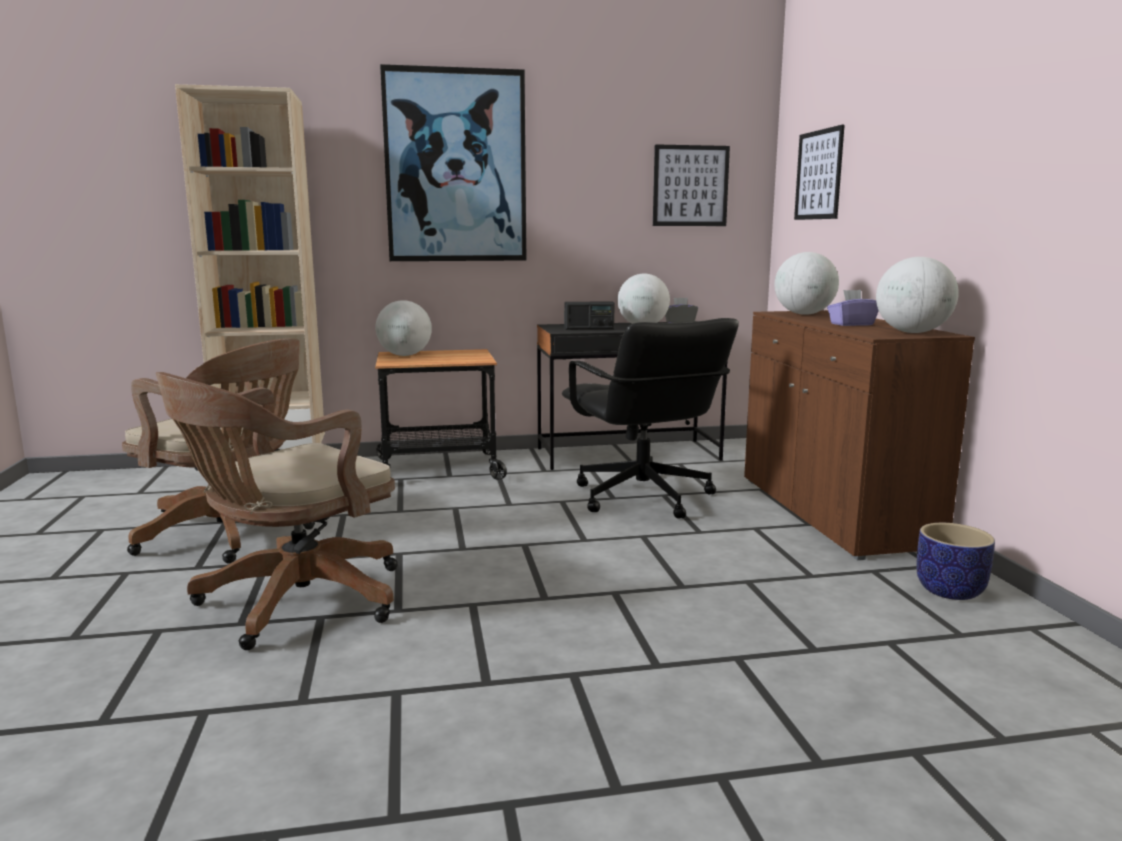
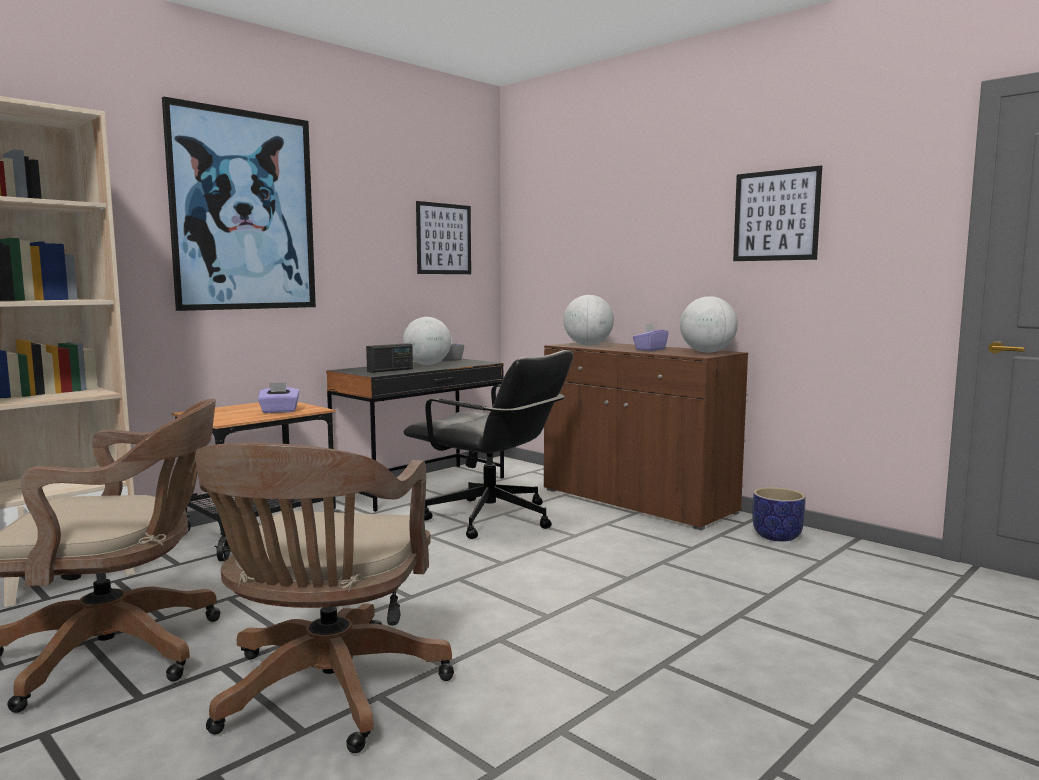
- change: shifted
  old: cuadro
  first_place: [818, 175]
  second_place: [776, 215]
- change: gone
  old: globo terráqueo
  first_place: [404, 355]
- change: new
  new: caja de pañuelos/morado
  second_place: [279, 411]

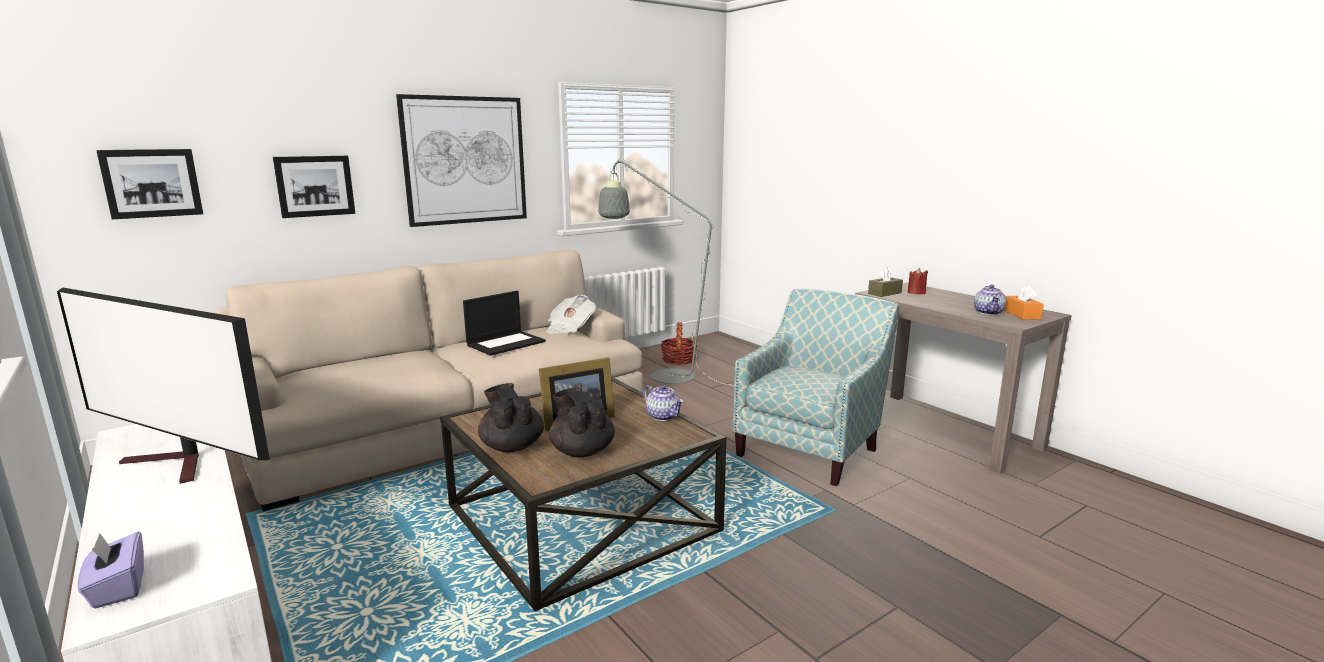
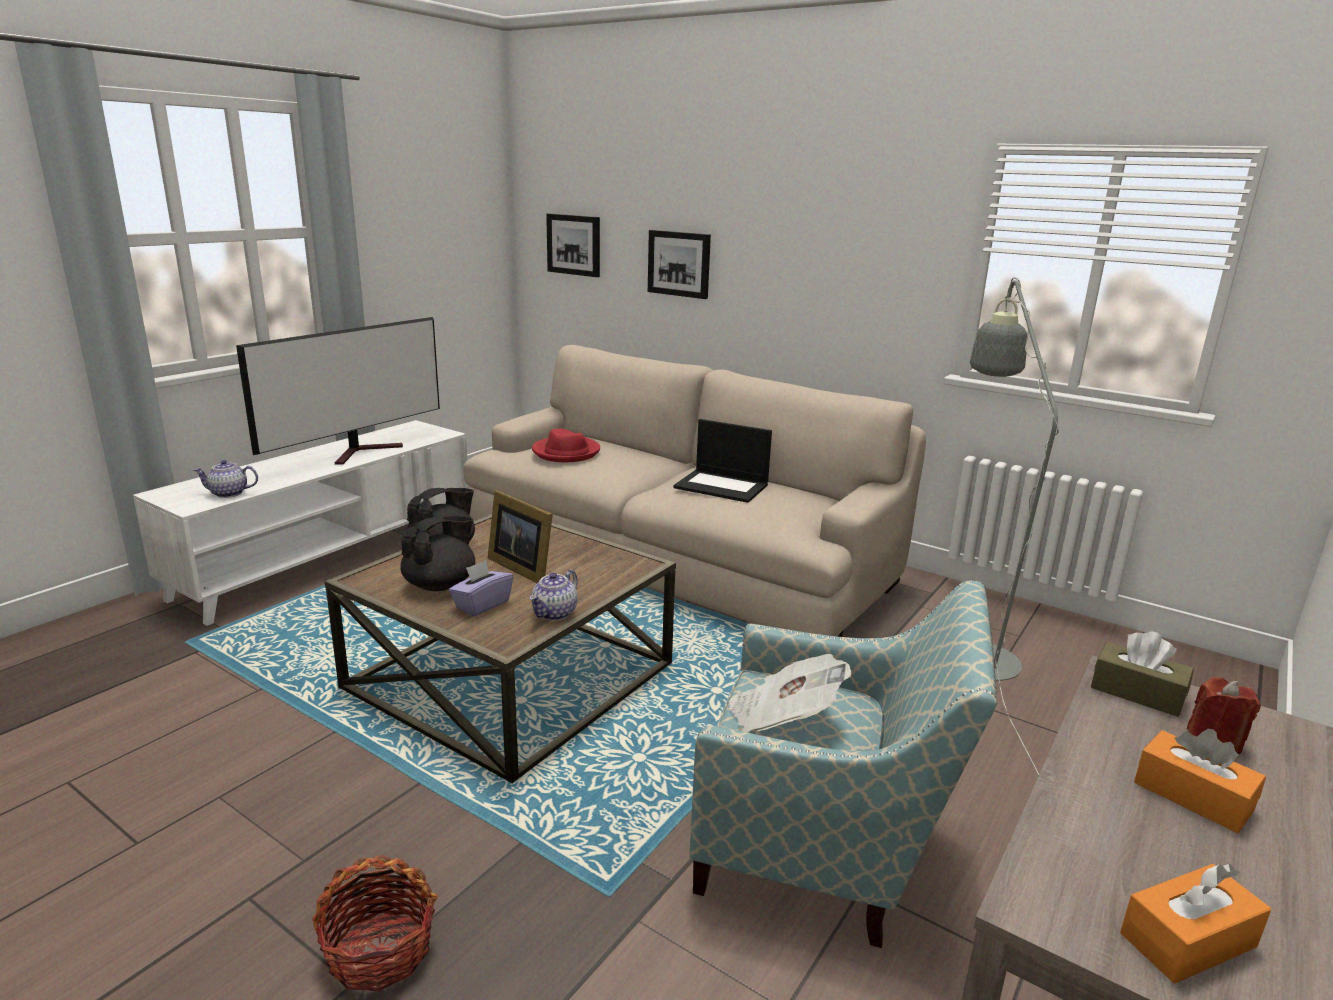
- change: gone
  old: cuadro
  first_place: [465, 160]
- change: shifted
  old: tetera
  first_place: [989, 312]
  second_place: [228, 493]
- change: rotated
  old: televisor
  first_place: [178, 463]
  second_place: [363, 451]
  degrees: -150
- change: shifted
  old: periódico
  first_place: [569, 328]
  second_place: [783, 718]
- change: shifted
  old: cesta
  first_place: [678, 360]
  second_place: [380, 951]
- change: shifted
  old: caja de pañuelos/morado
  first_place: [118, 588]
  second_place: [482, 605]
- change: new
  new: sombrero/rojo
  second_place: [566, 452]
- change: new
  new: caja de pañuelos/naranja
  second_place: [1192, 796]

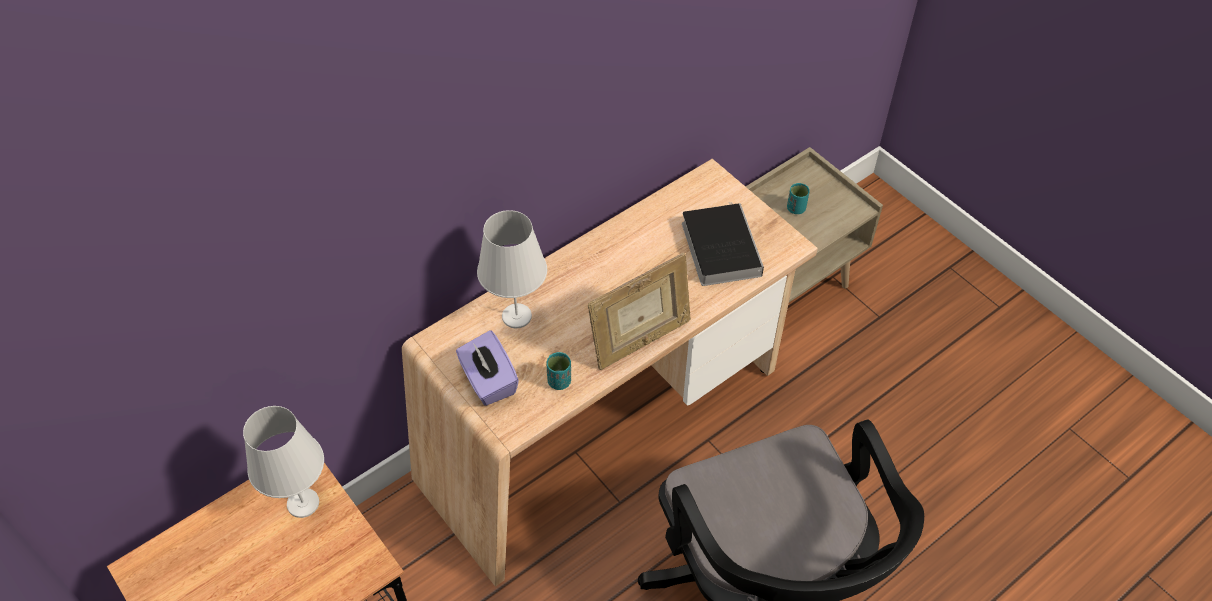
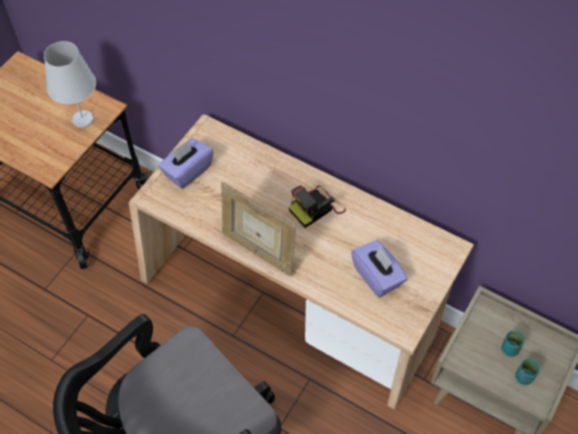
- change: swapped
  old: libro
  new: caja de pañuelos/morado
  first_place: [719, 246]
  second_place: [377, 276]
- change: gone
  old: lámpara de mesa/blanco
  first_place: [517, 316]
- change: shifted
  old: taza/turquesa
  first_place: [559, 381]
  second_place: [524, 377]
- change: new
  new: cámara
  second_place: [316, 208]

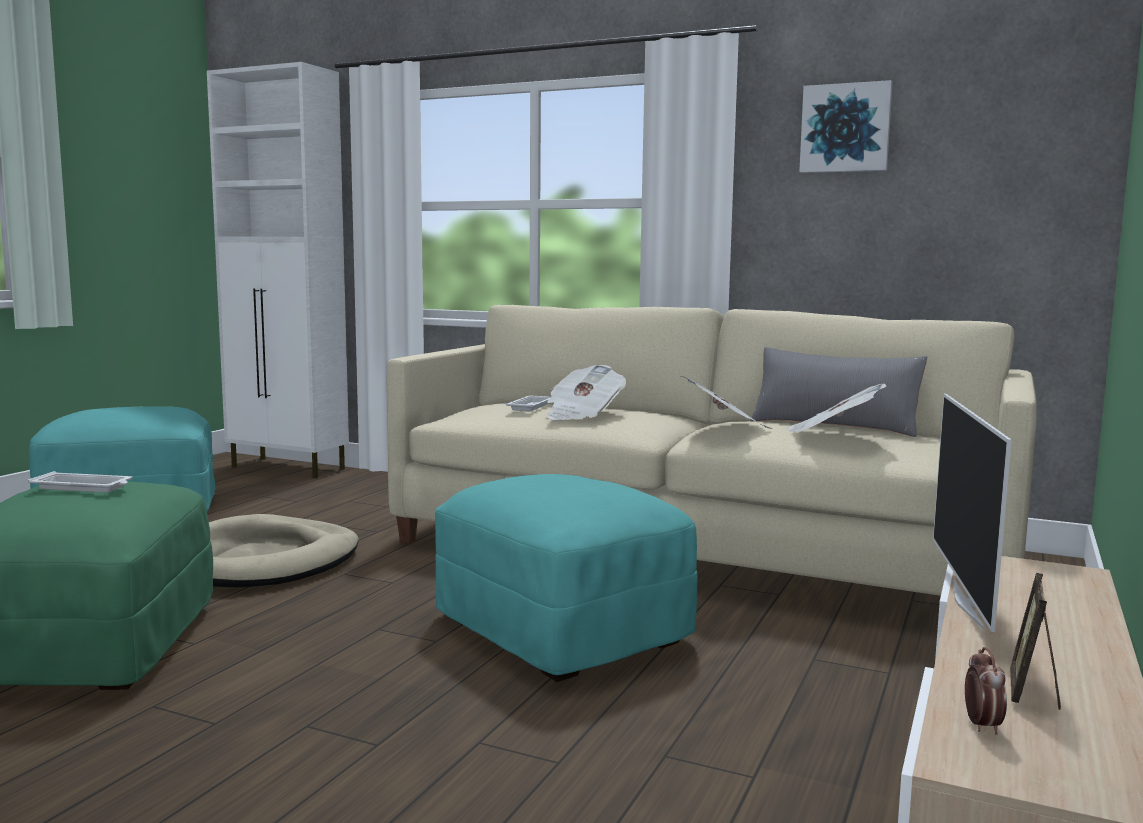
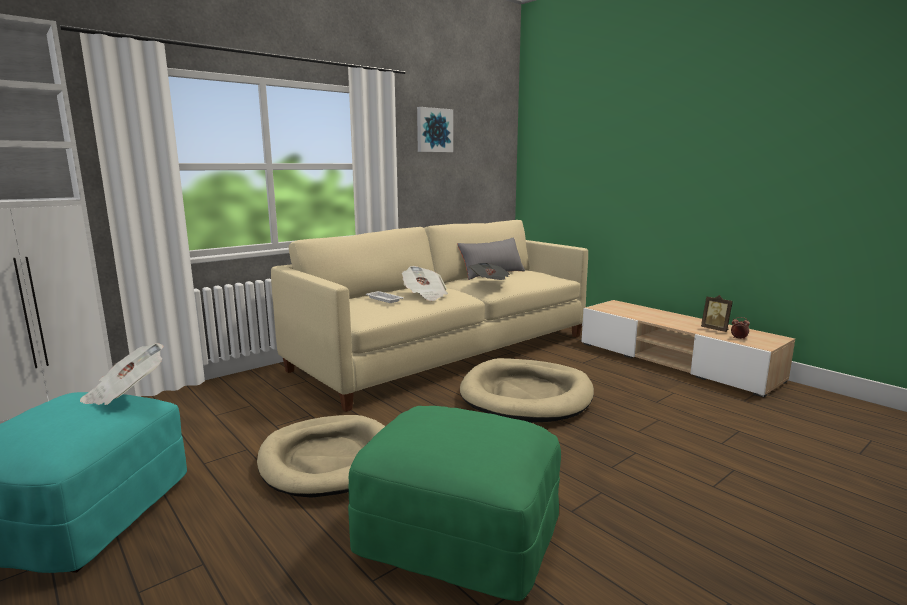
- change: shifted
  old: periódico
  first_place: [832, 434]
  second_place: [126, 393]
- change: gone
  old: televisor
  first_place: [970, 603]
- change: gone
  old: bandeja/blanco
  first_place: [83, 487]
- change: swapped
  old: puf/turquesa
  new: cama para perro/beis
  first_place: [563, 630]
  second_place: [526, 395]

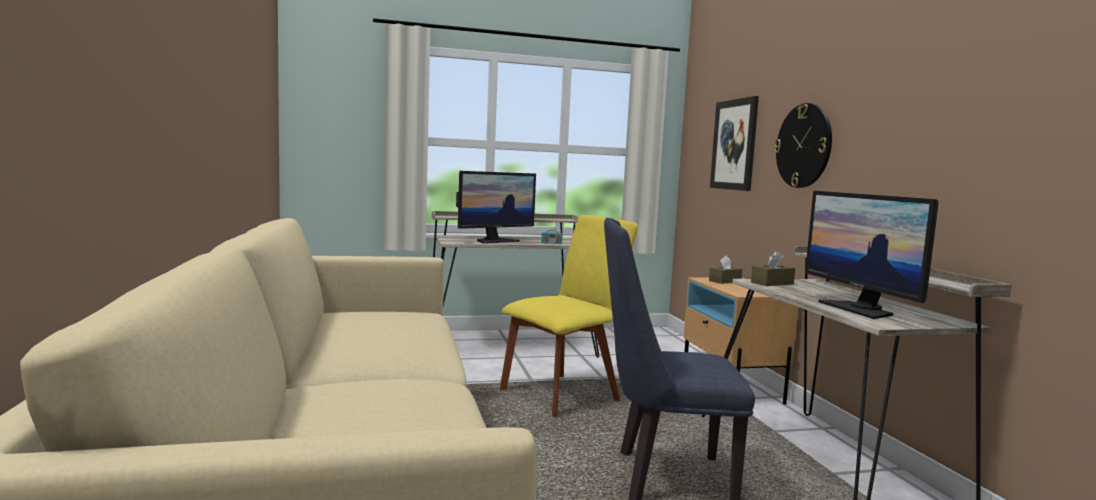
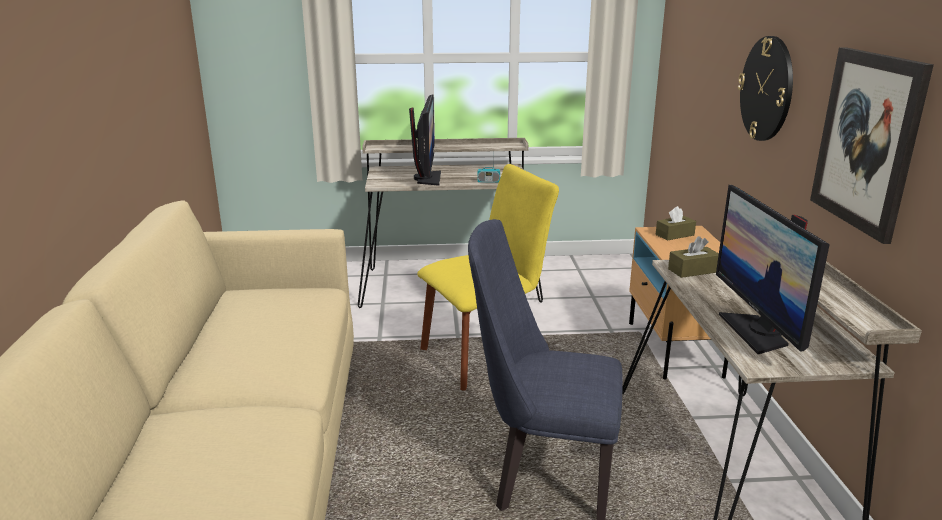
- change: shifted
  old: cuadro
  first_place: [734, 144]
  second_place: [867, 141]
- change: rotated
  old: monitor
  first_place: [494, 241]
  second_place: [427, 178]
  degrees: -60

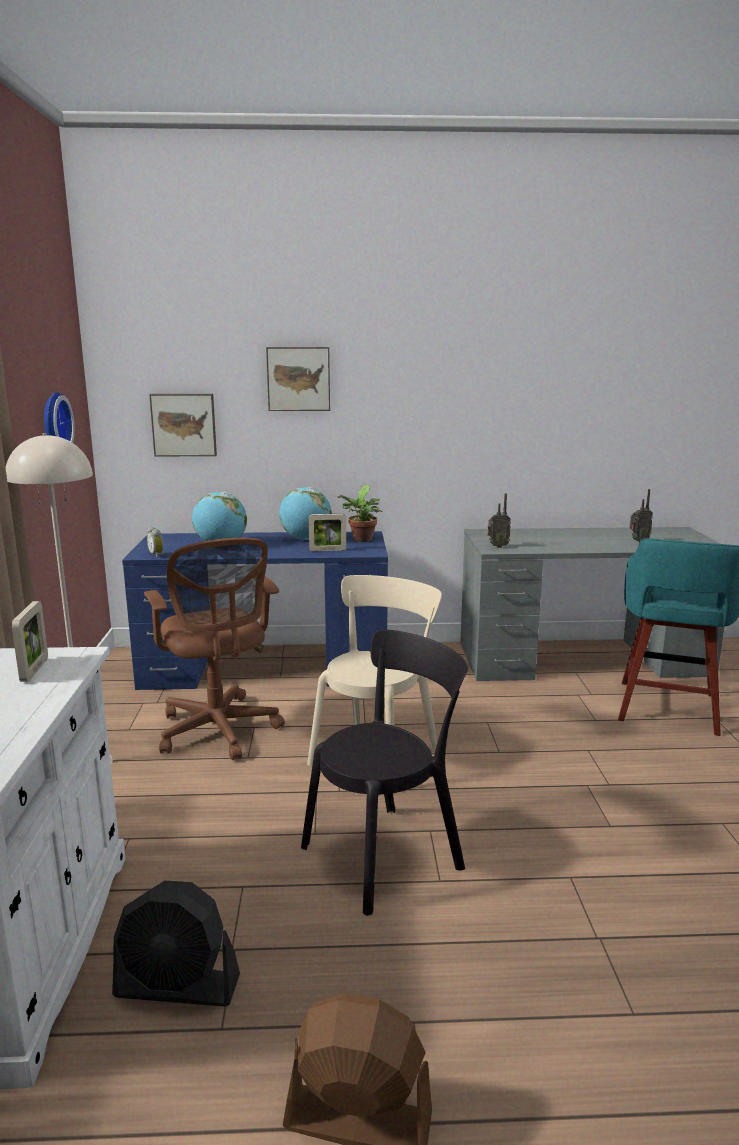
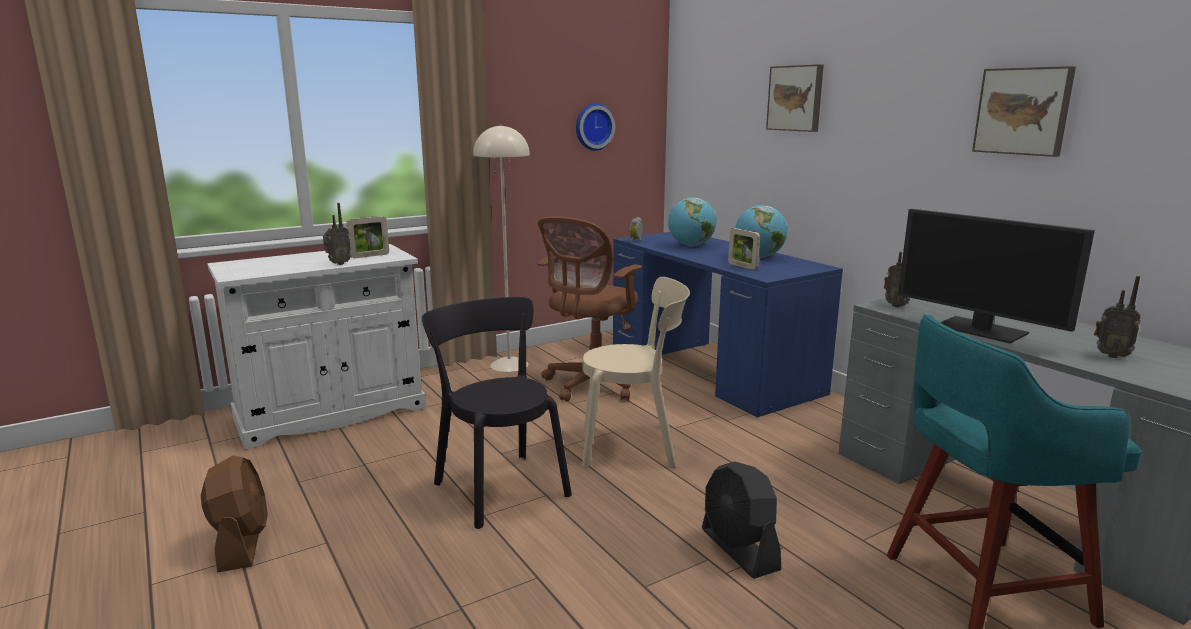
- change: shifted
  old: cuadro
  first_place: [184, 424]
  second_place: [1023, 111]
- change: gone
  old: planta en maceta
  first_place: [361, 540]
- change: rotated
  old: silla/negro
  first_place: [388, 854]
  second_place: [499, 486]
  degrees: -150
- change: shifted
  old: ventilador/negro
  first_place: [177, 986]
  second_place: [739, 550]
- change: new
  new: radio
  second_place: [338, 264]
- change: new
  new: monitor
  second_place: [981, 330]

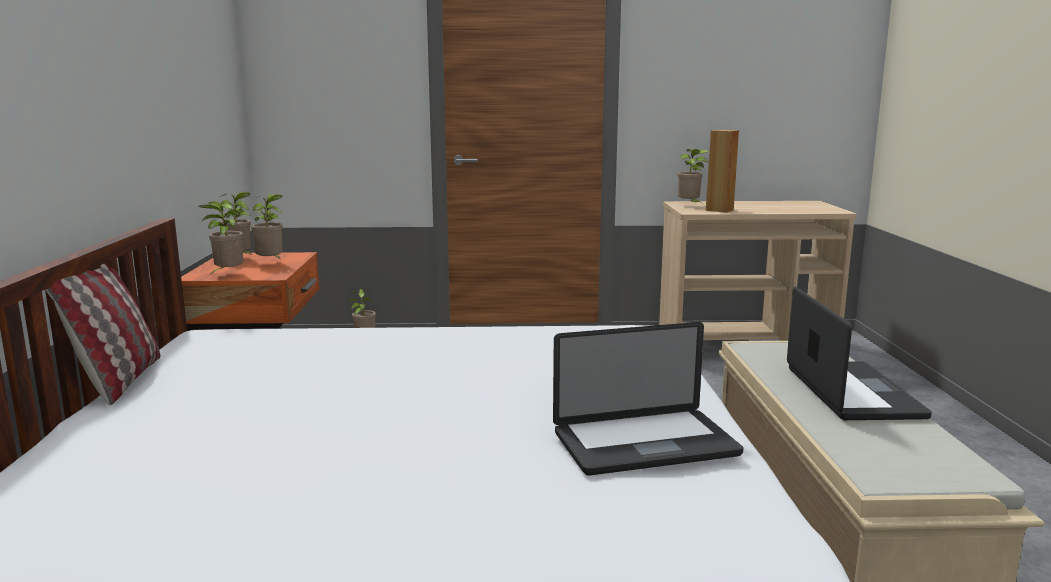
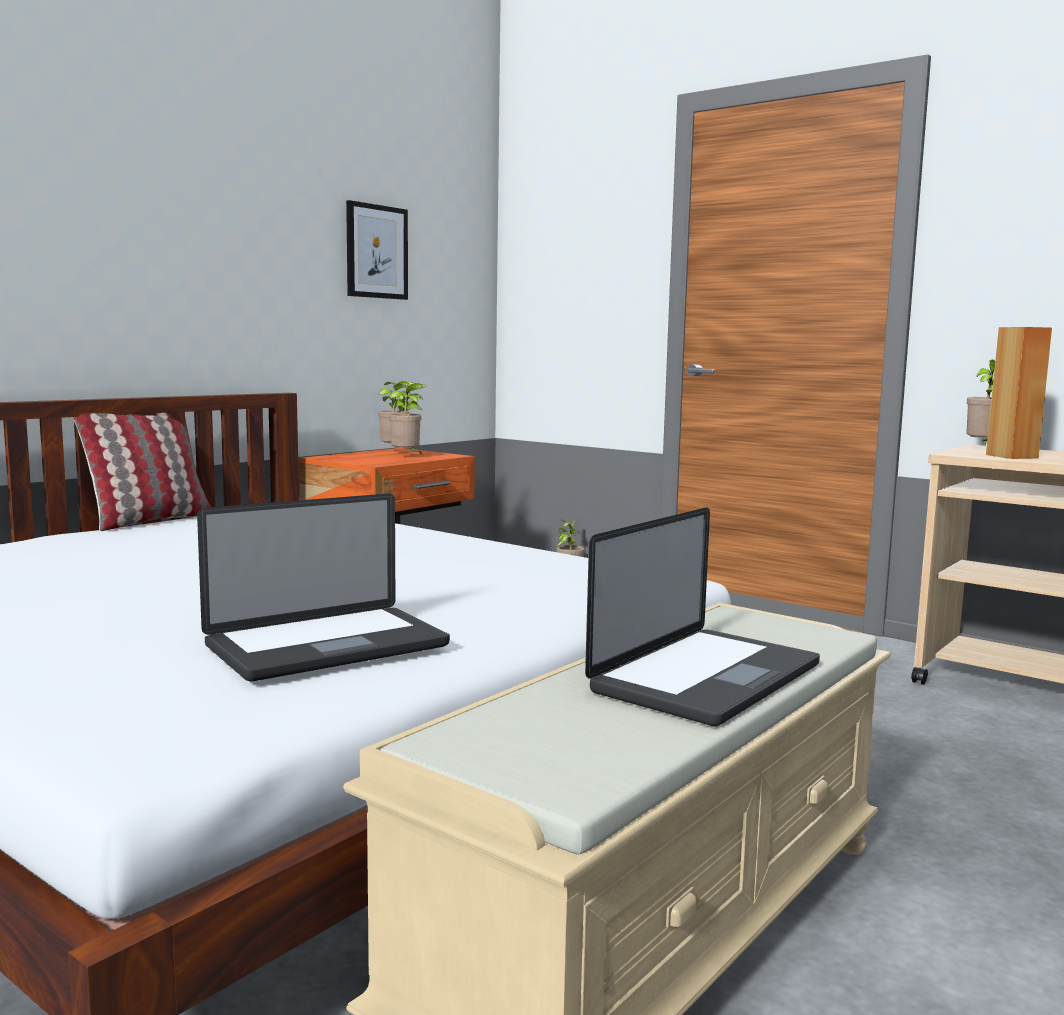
- change: gone
  old: planta en maceta
  first_place: [227, 275]
- change: rotated
  old: portátil
  first_place: [645, 444]
  second_place: [327, 646]
  degrees: -60
- change: new
  new: cuadro
  second_place: [376, 252]

